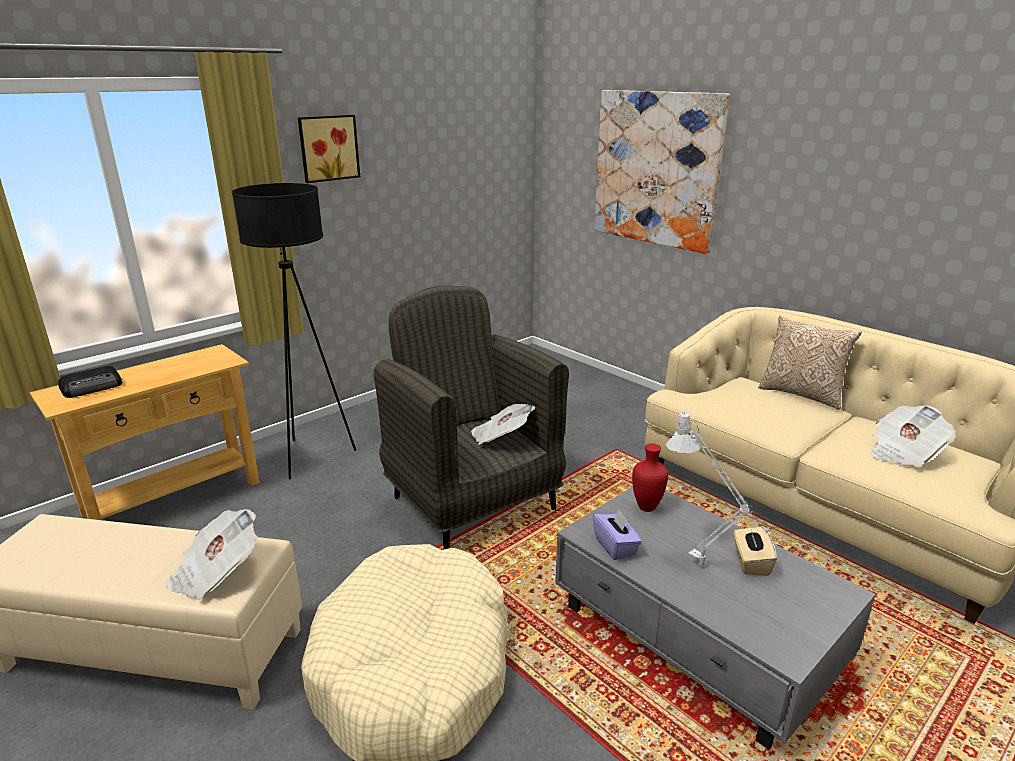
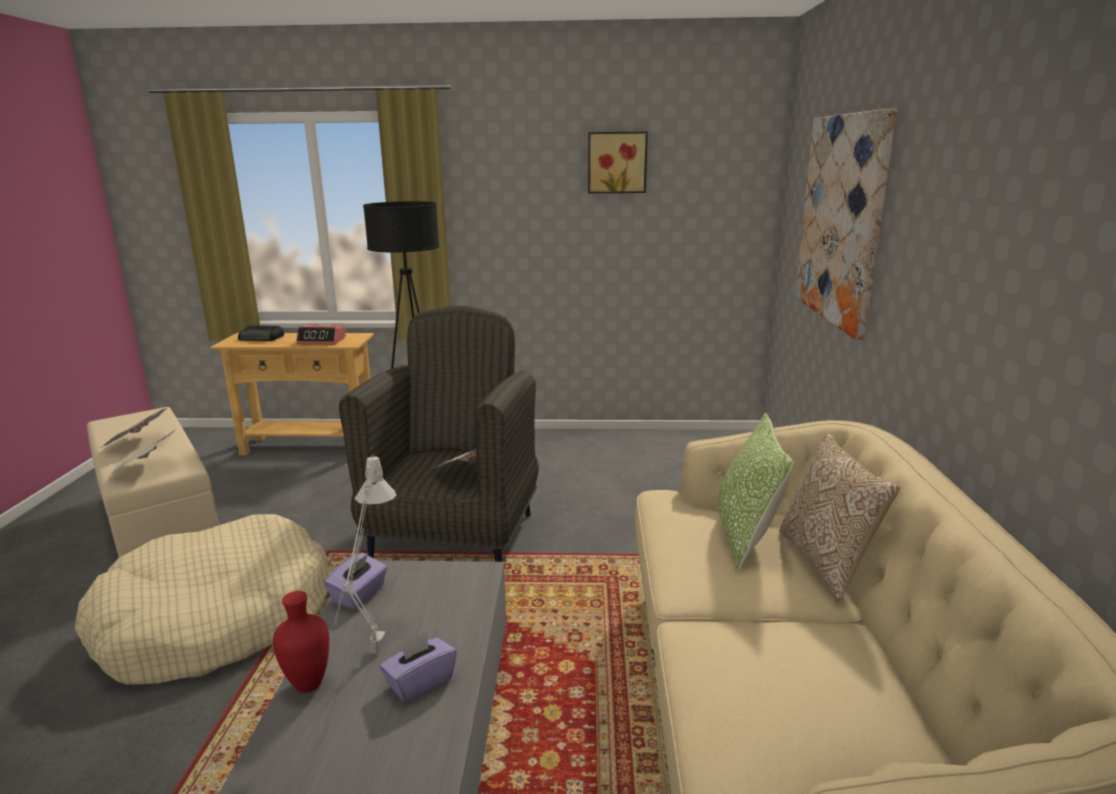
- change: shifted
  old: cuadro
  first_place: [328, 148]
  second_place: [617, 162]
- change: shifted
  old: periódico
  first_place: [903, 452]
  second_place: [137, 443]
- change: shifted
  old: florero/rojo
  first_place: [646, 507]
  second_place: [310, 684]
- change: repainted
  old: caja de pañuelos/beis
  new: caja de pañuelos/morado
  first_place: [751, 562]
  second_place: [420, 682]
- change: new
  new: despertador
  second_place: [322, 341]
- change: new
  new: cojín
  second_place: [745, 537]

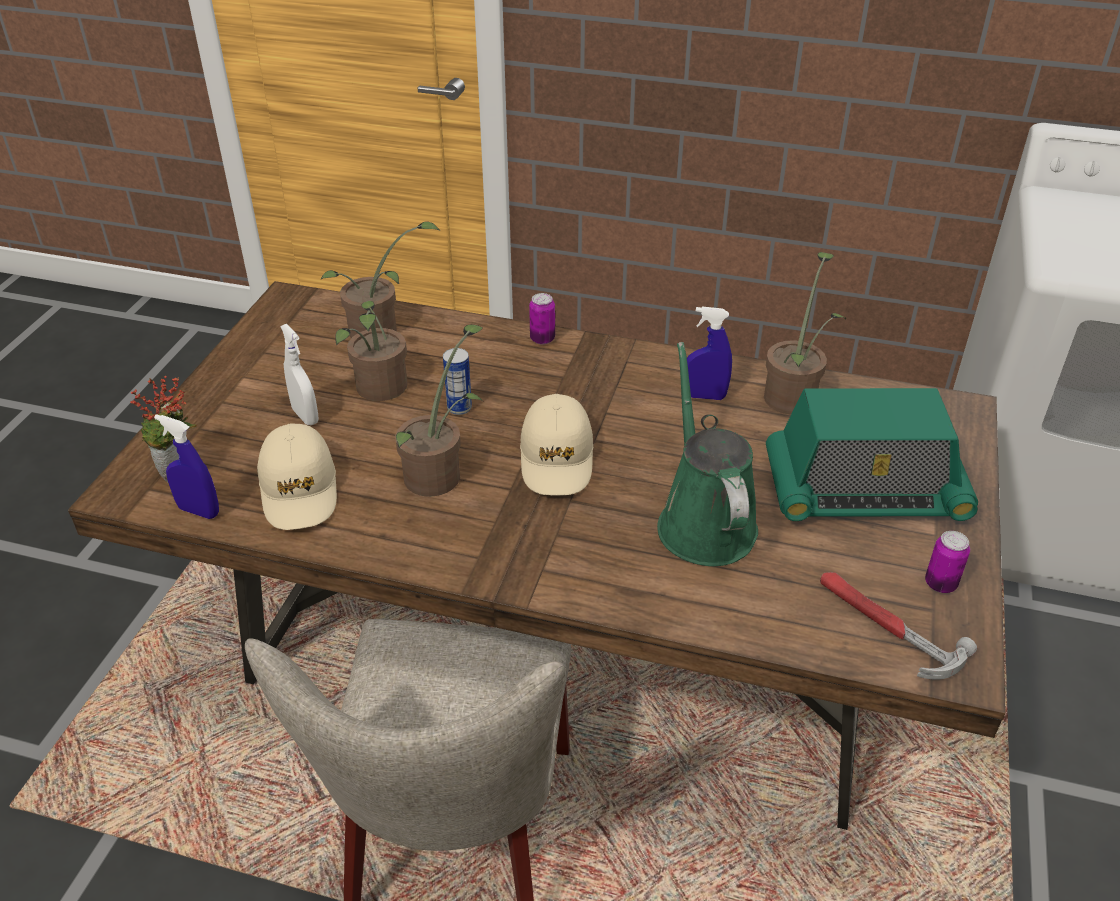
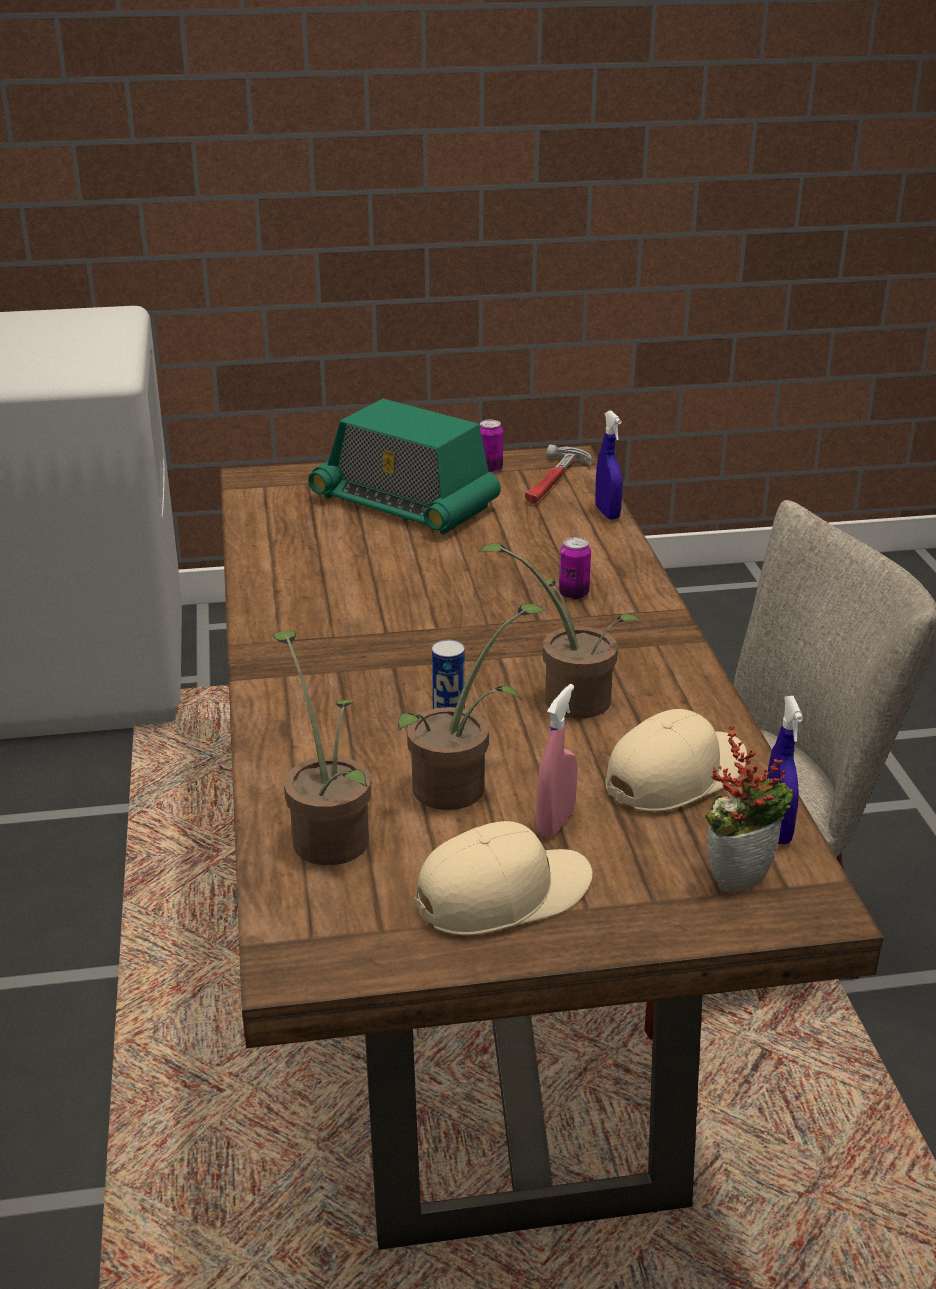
- change: gone
  old: planta en maceta
  first_place: [794, 394]
- change: shifted
  old: lata
  first_place: [542, 339]
  second_place: [573, 594]
- change: shifted
  old: pulverizador/azul
  first_place: [704, 396]
  second_place: [607, 513]
- change: repainted
  old: pulverizador/blanco
  new: pulverizador/rosa
  first_place: [305, 416]
  second_place: [555, 823]
- change: gone
  old: regadera/verde
  first_place: [703, 521]
- change: rotated
  old: radio
  first_place: [864, 491]
  second_place: [404, 503]
  degrees: 150
- change: shifted
  old: gorra/beis
  first_place: [557, 457]
  second_place: [503, 894]

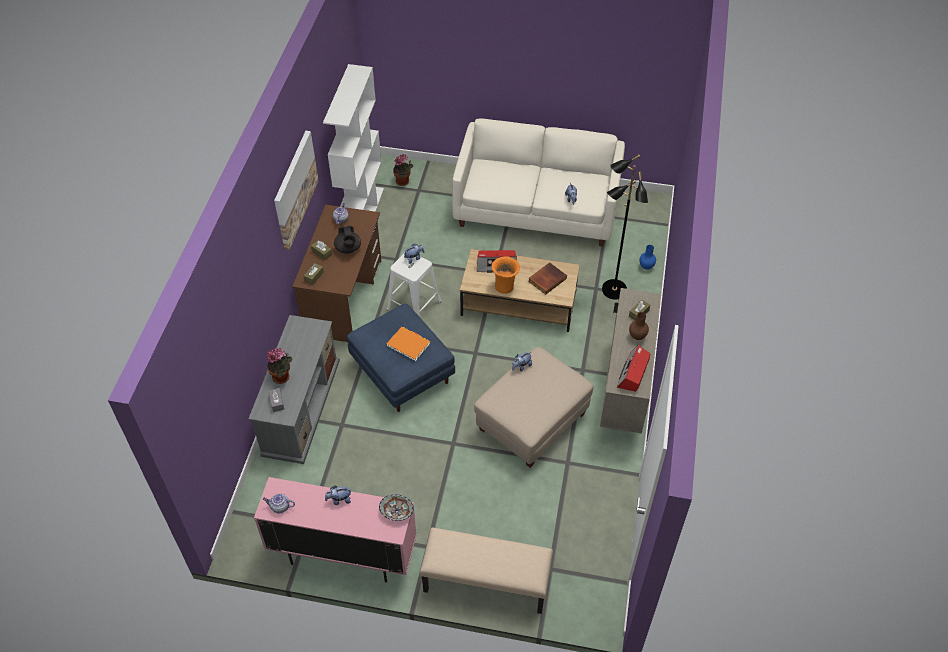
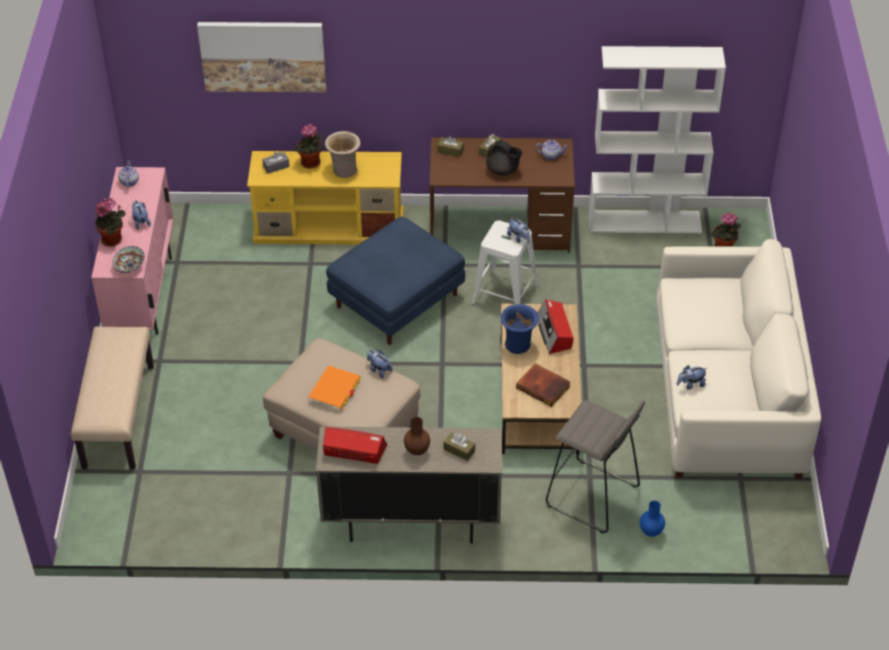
- change: shifted
  old: cuadro
  first_place: [294, 189]
  second_place: [263, 55]
- change: swapped
  old: lámpara de pie/negro
  new: taburete/gris
  first_place: [613, 290]
  second_place: [592, 496]
- change: rotated
  old: tetera/negro
  first_place: [348, 249]
  second_place: [503, 170]
  degrees: -120
- change: repainted
  old: florero/naranja
  new: florero/azul
  first_place: [505, 286]
  second_place: [519, 345]
- change: repainted
  old: mueble de televisión/gris
  new: mueble de televisión/amarillo
  first_place: [301, 406]
  second_place: [330, 226]
- change: shifted
  old: libro/naranja
  first_place: [408, 345]
  second_place: [334, 390]
- change: new
  new: florero/beis
  second_place: [344, 171]
- change: new
  new: planta en maceta
  second_place: [114, 240]

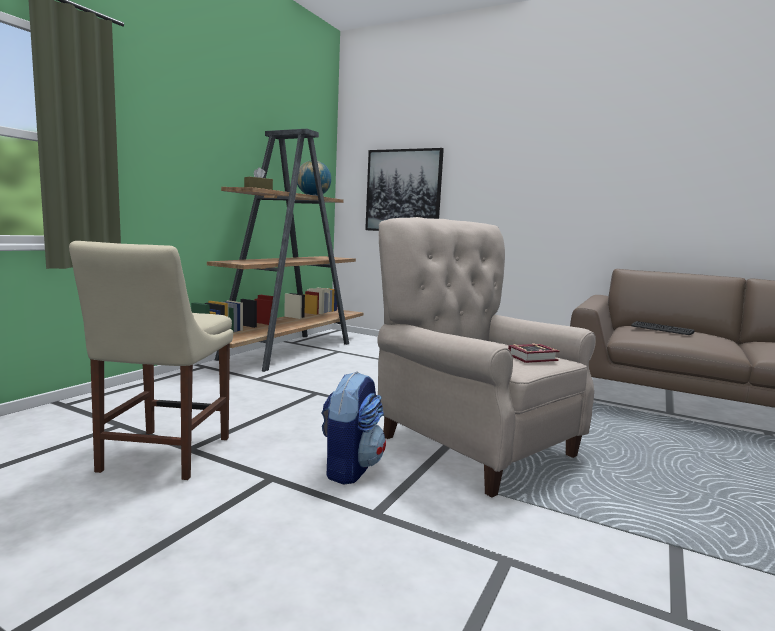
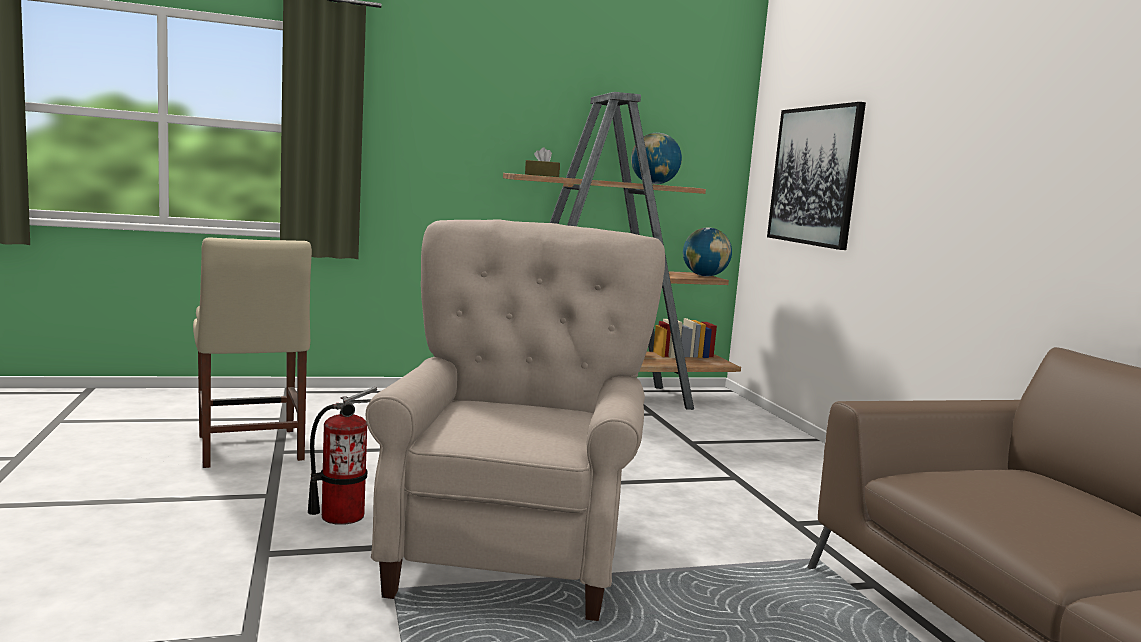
- change: rotated
  old: silla/beis
  first_place: [162, 456]
  second_place: [250, 450]
  degrees: -75
- change: gone
  old: teclado
  first_place: [661, 329]
- change: gone
  old: libro
  first_place: [535, 358]
- change: swapped
  old: mochila
  new: extintor
  first_place: [350, 468]
  second_place: [342, 516]
- change: new
  new: globo terráqueo
  second_place: [705, 276]

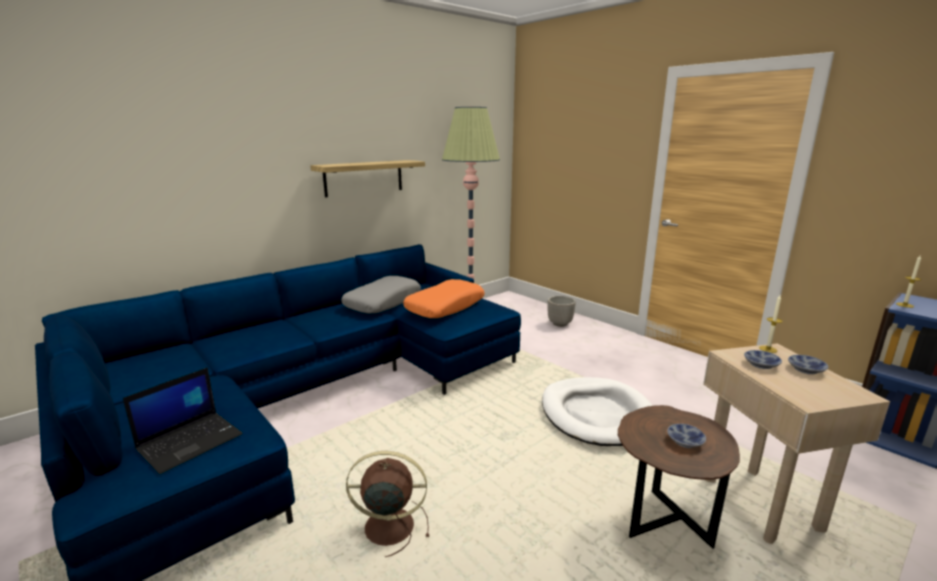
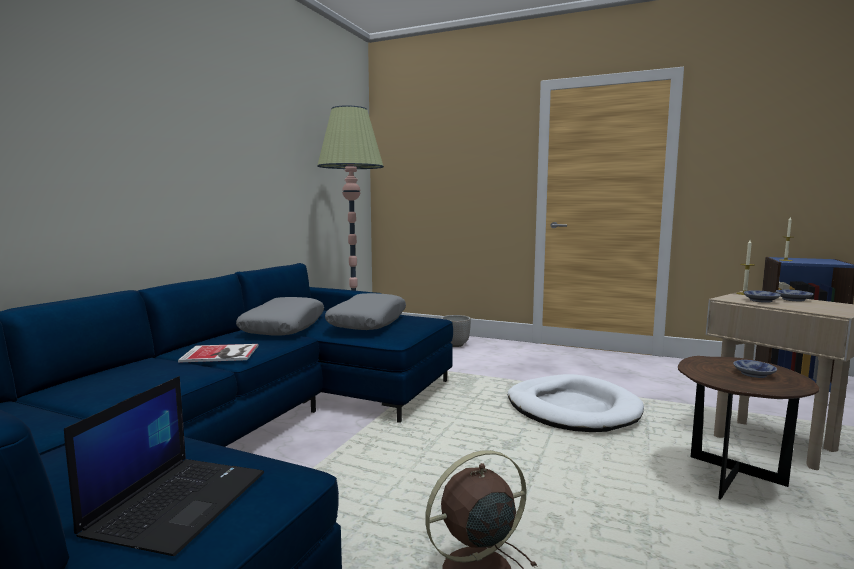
- change: gone
  old: estante
  first_place: [364, 178]
- change: repainted
  old: cojín/naranja
  new: cojín/gris
  first_place: [445, 307]
  second_place: [367, 322]
- change: new
  new: libro
  second_place: [222, 354]

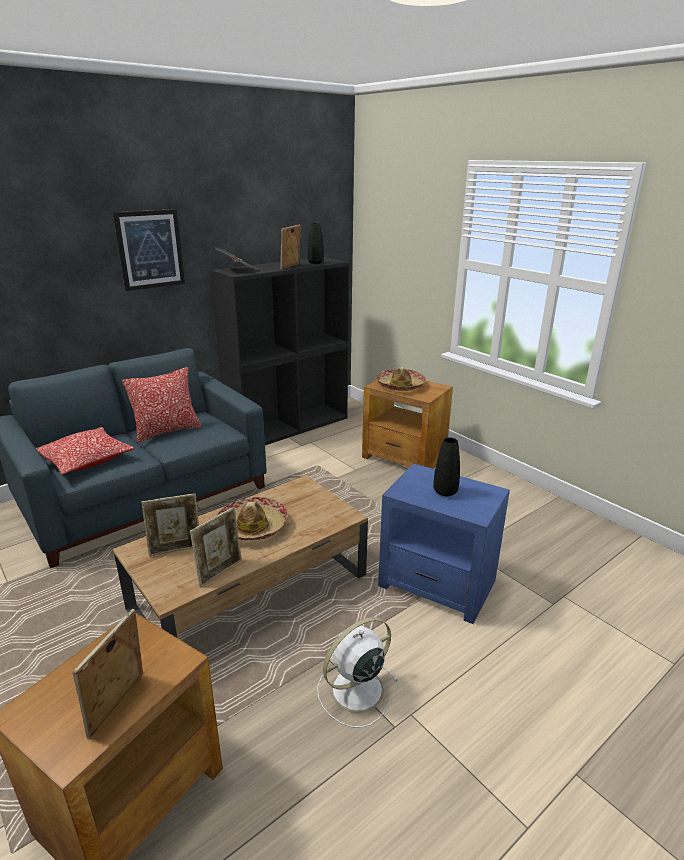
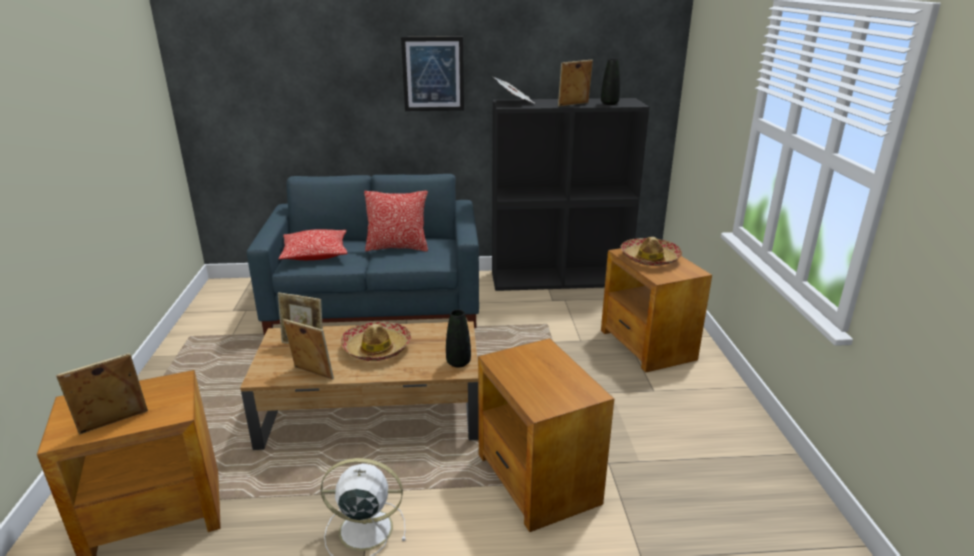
- change: shifted
  old: florero/negro
  first_place: [445, 492]
  second_place: [458, 363]
- change: repainted
  old: mesa auxiliar/azul
  new: mesa auxiliar/marrón
  first_place: [437, 584]
  second_place: [537, 479]
- change: rotated
  old: portarretratos
  first_place: [220, 572]
  second_place: [312, 374]
  degrees: -135

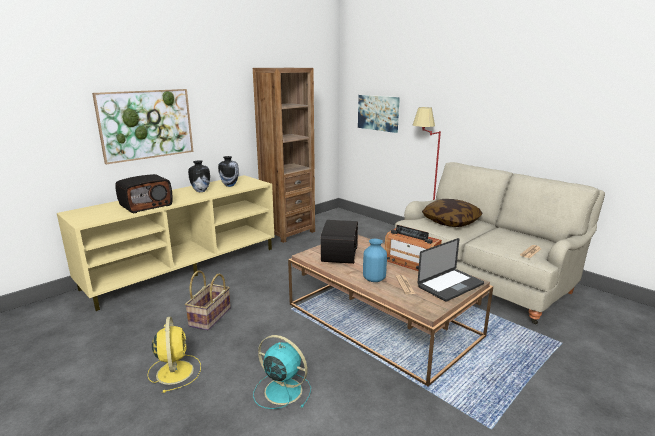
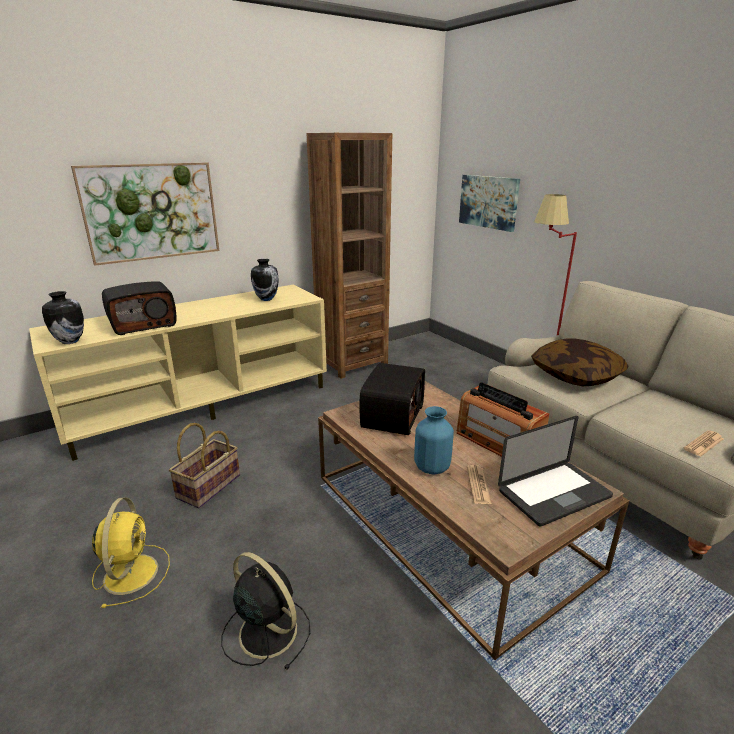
- change: shifted
  old: florero
  first_place: [200, 191]
  second_place: [70, 341]
- change: repainted
  old: ventilador/turquesa
  new: ventilador/negro
  first_place: [281, 390]
  second_place: [266, 630]

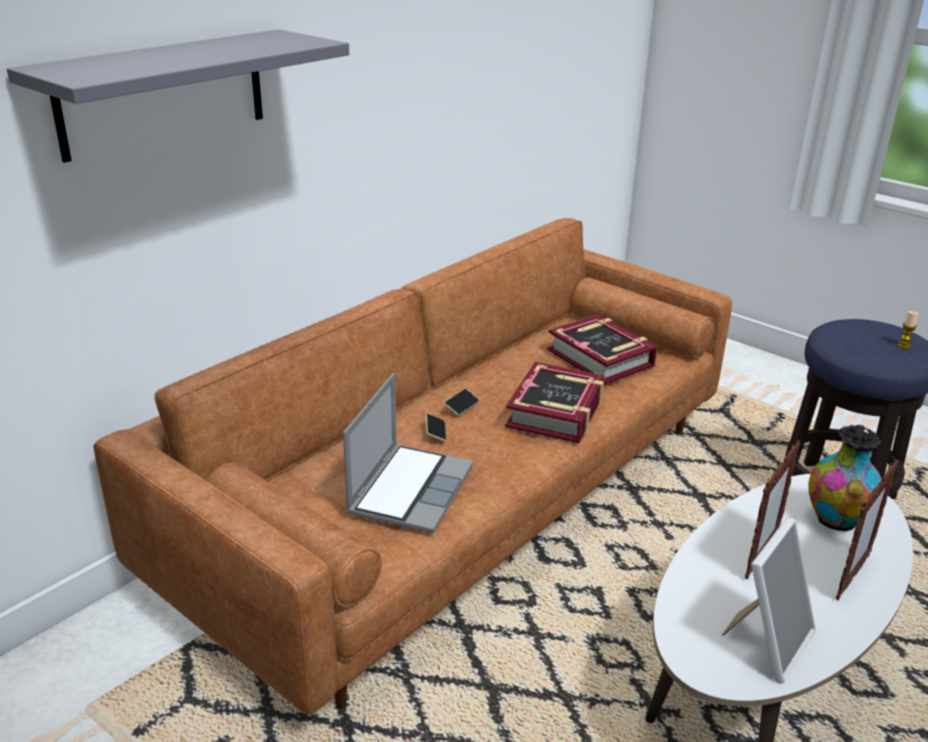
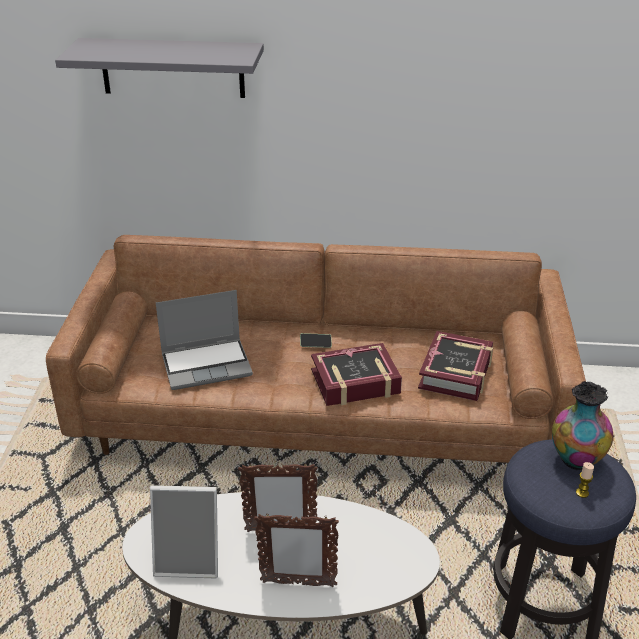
- change: gone
  old: móvil
  first_place: [435, 432]
- change: shifted
  old: florero
  first_place: [836, 521]
  second_place: [576, 460]

